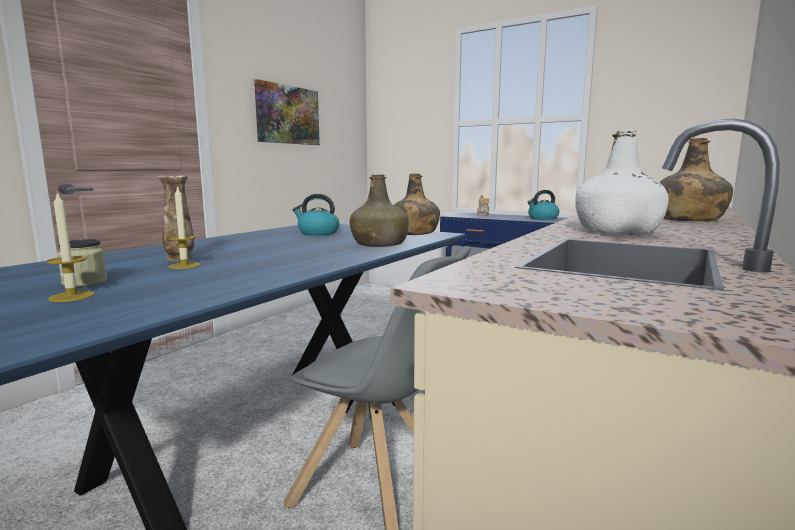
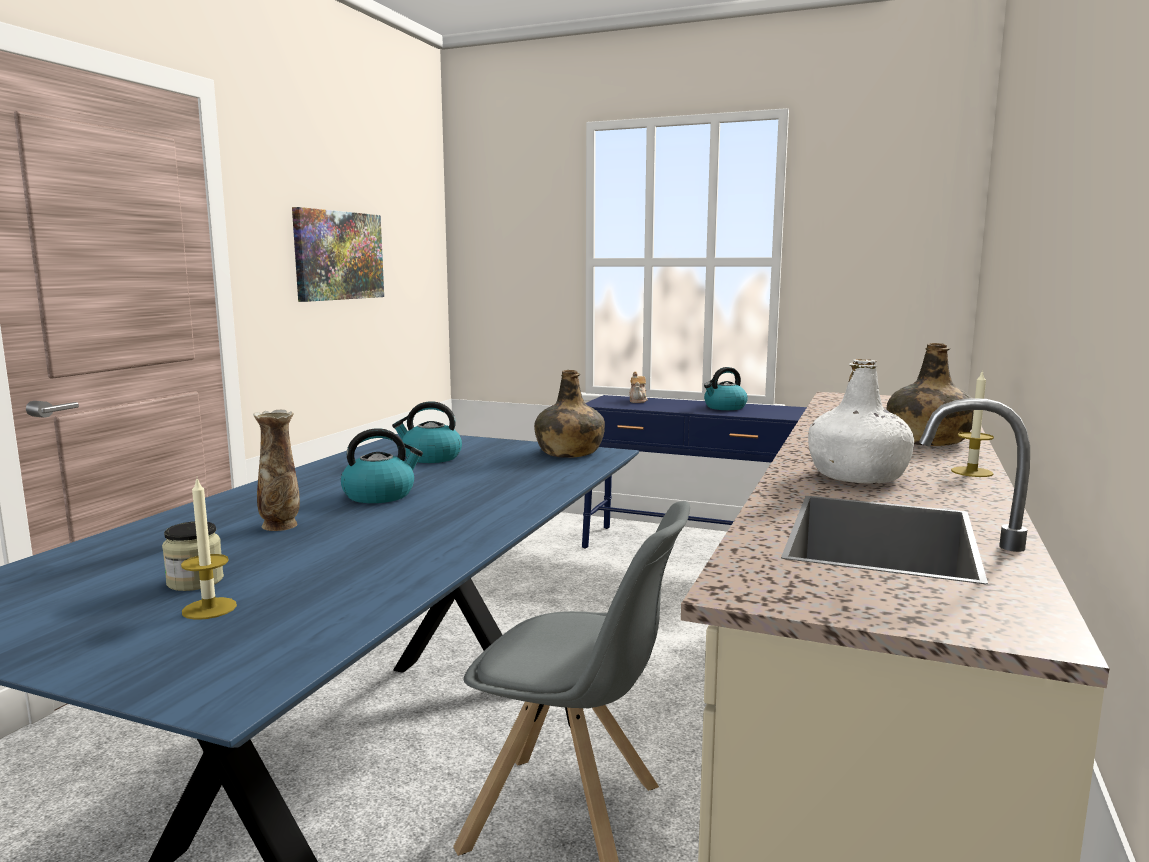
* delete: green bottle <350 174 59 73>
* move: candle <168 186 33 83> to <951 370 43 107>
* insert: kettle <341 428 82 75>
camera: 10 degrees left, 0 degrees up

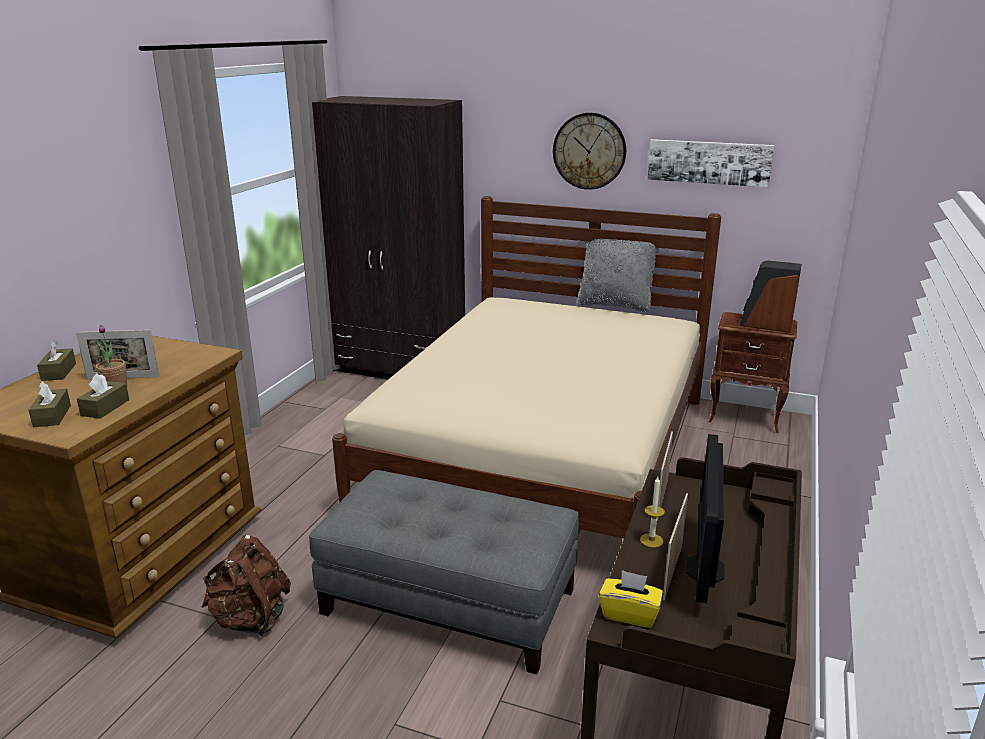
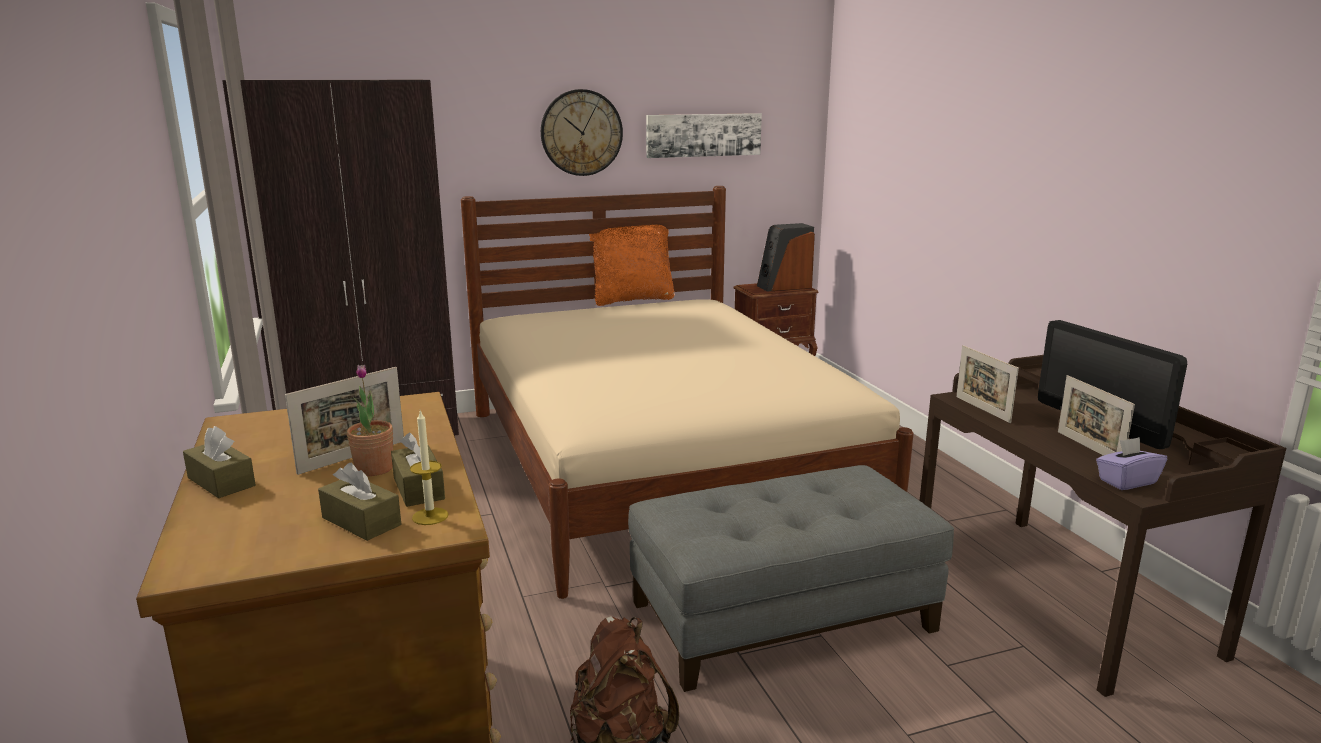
* recolor: grey pillow <577 238 83 75> to orange pillow <589 224 86 82>
* move: candle <640 477 25 71> to <410 410 38 115>
* recolor: yellow tissue box <599 570 64 58> to purple tissue box <1096 437 71 53>
camera: 40 degrees left, 5 degrees down

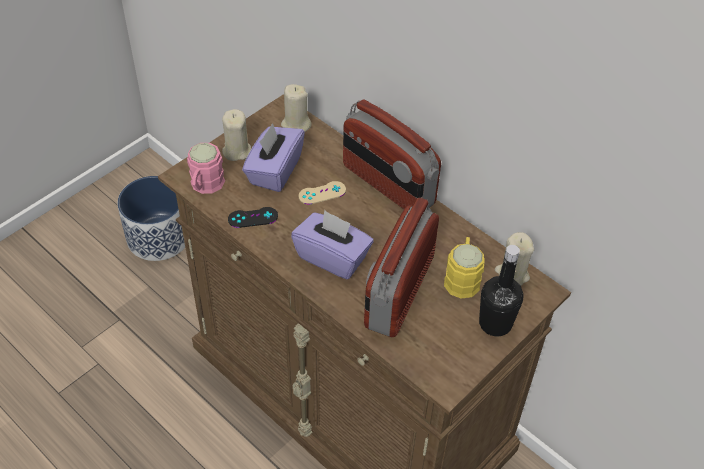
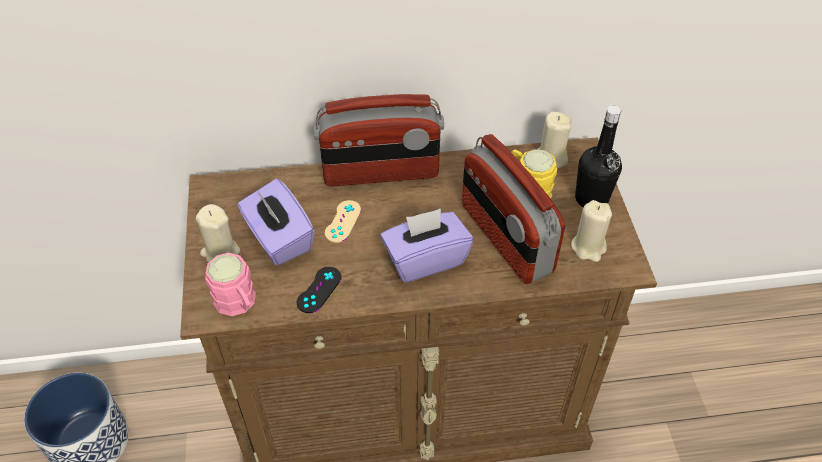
* move: beige candle <281 84 31 48> to <571 200 41 62>
camera: 50 degrees left, 0 degrees up

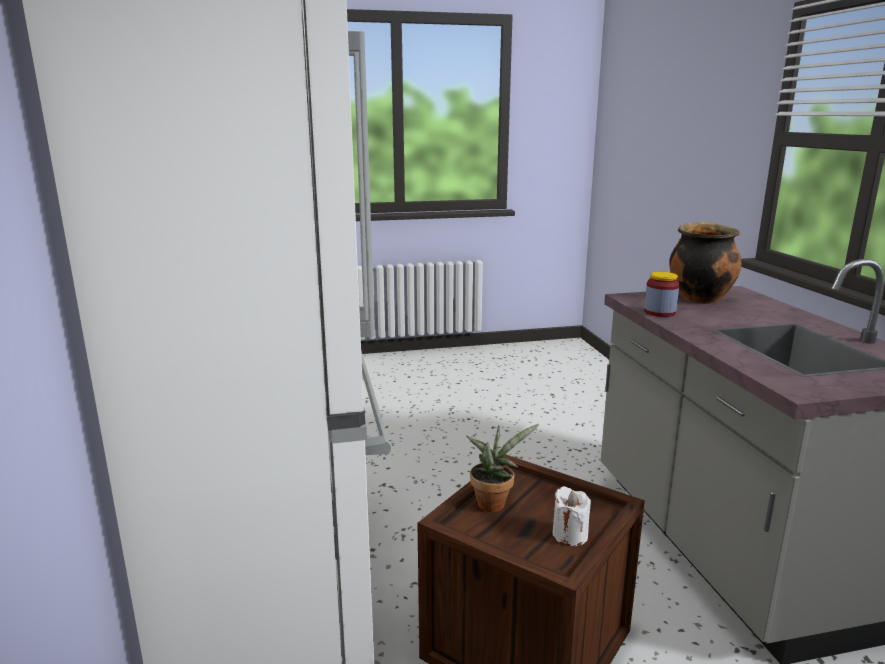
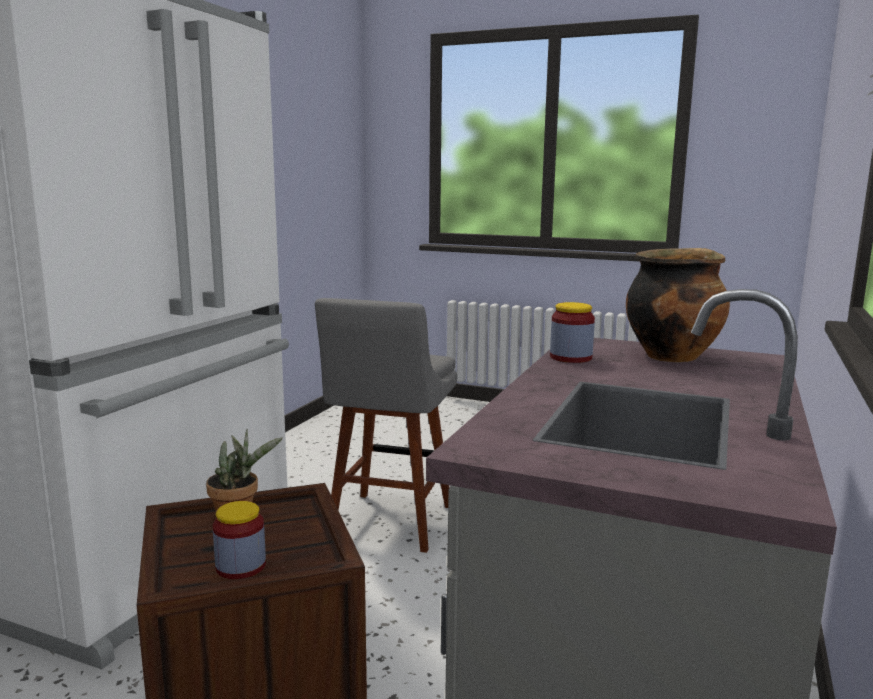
* replace: white candle <553 486 38 60> to jar <213 501 53 78>
* insert: grey stool <315 298 142 255>
camera: 35 degrees right, 5 degrees down

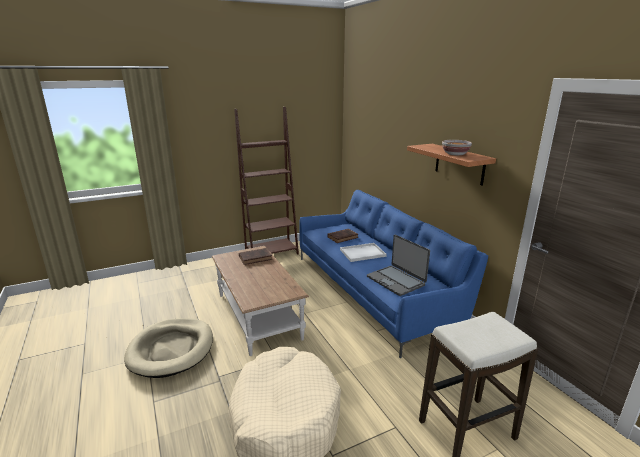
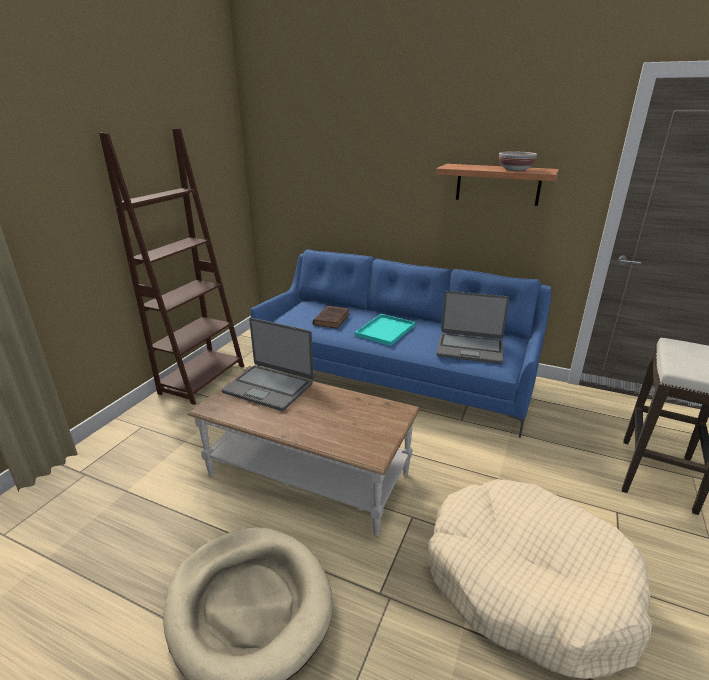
* recolor: white tray <340 243 47 19> to turquoise tray <355 314 60 32>
* replace: brown book <239 248 33 17> to laptop <222 318 92 93>
camera: 40 degrees left, 5 degrees up

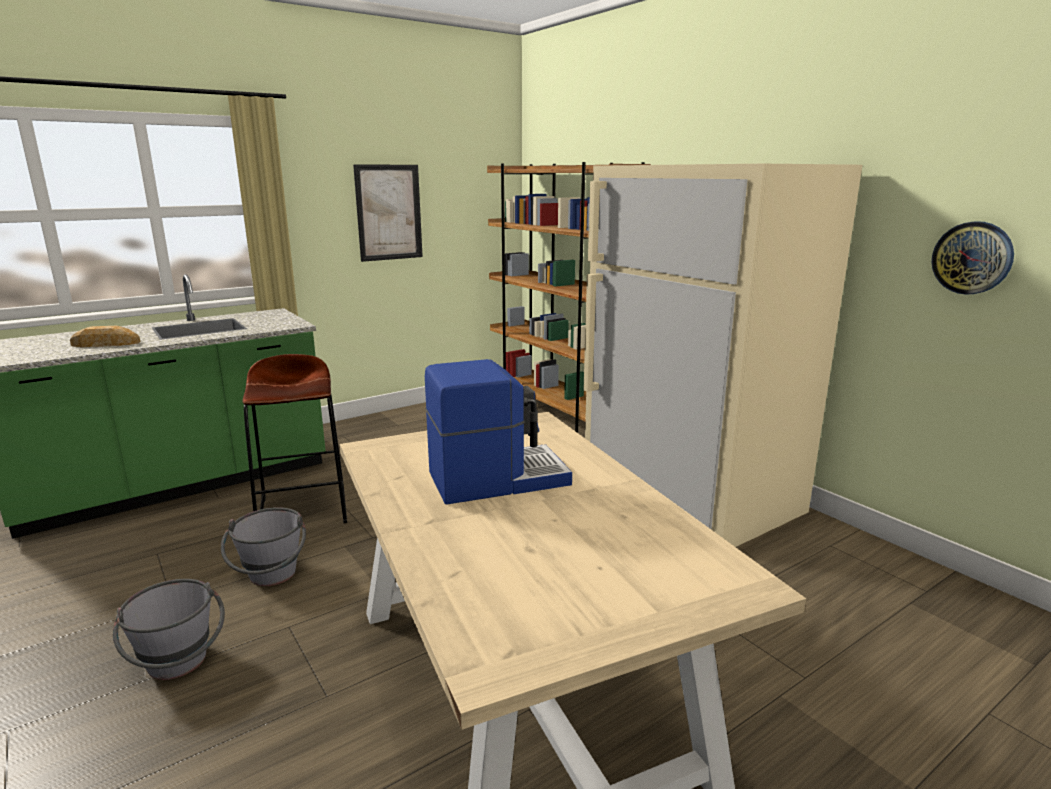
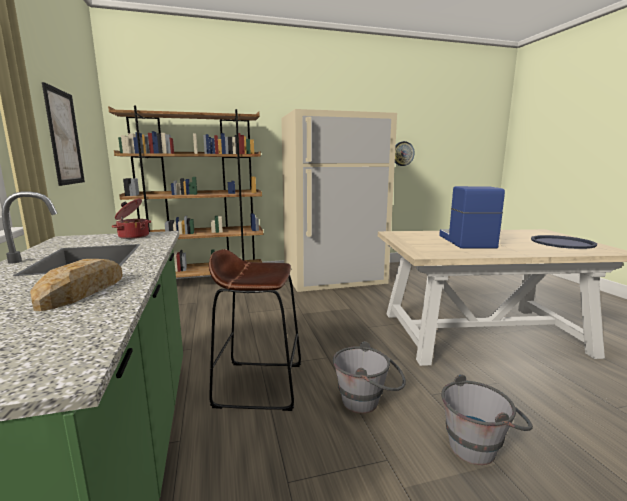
* insert: cooking pot <112 198 39 41>
* insert: blue tray <531 235 66 14>
camera: 70 degrees left, 5 degrees down

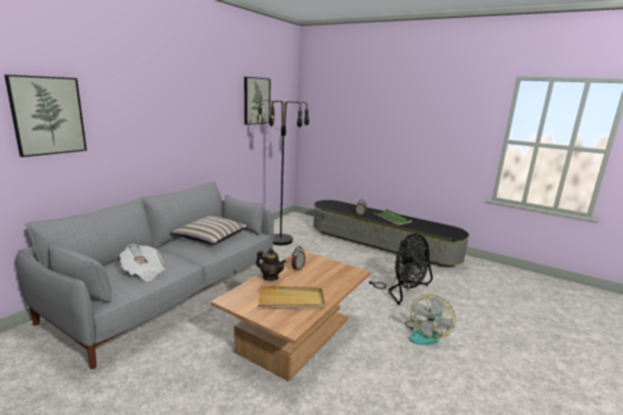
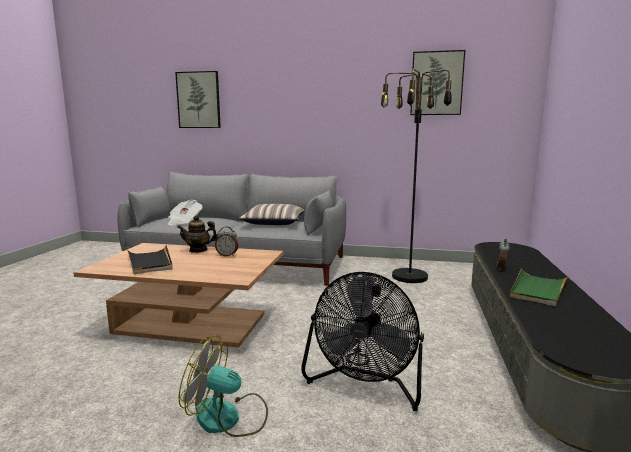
* rotate: teapot <256 248 30 33> = <177 216 41 37> 75 degrees clockwise
* recolor: beige tray <258 286 67 23> to black tray <127 245 46 29>
camera: 70 degrees right, 5 degrees down

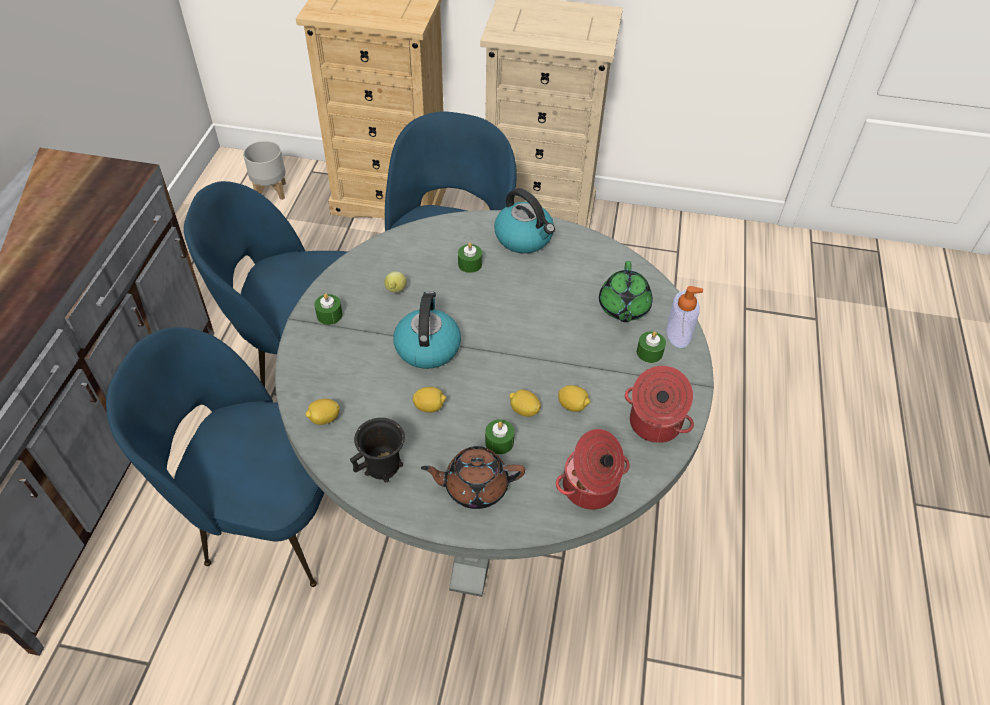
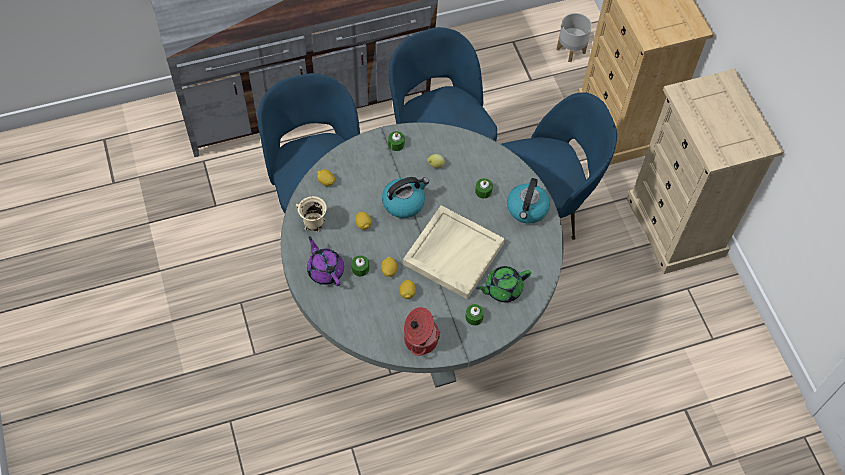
* delete: soap dispenser <666 286 37 62>
* recolor: black mug <350 418 55 64> to beige mug <296 196 31 36>
* delete: cooking pot <556 429 74 81>
* recolor: brown teapot <421 446 104 63> to purple teapot <307 236 37 50>
* insert: beige tray <403 205 102 94>
camera: 60 degrees right, 10 degrees up

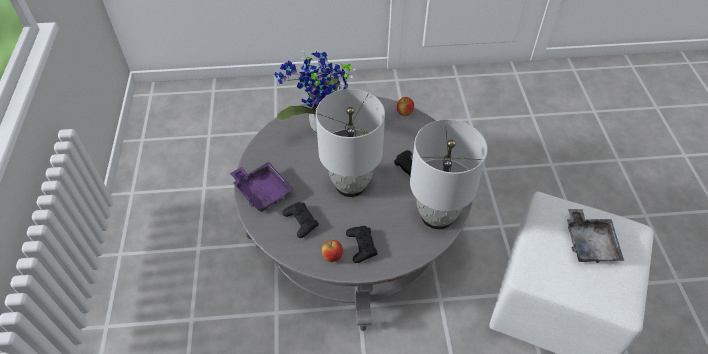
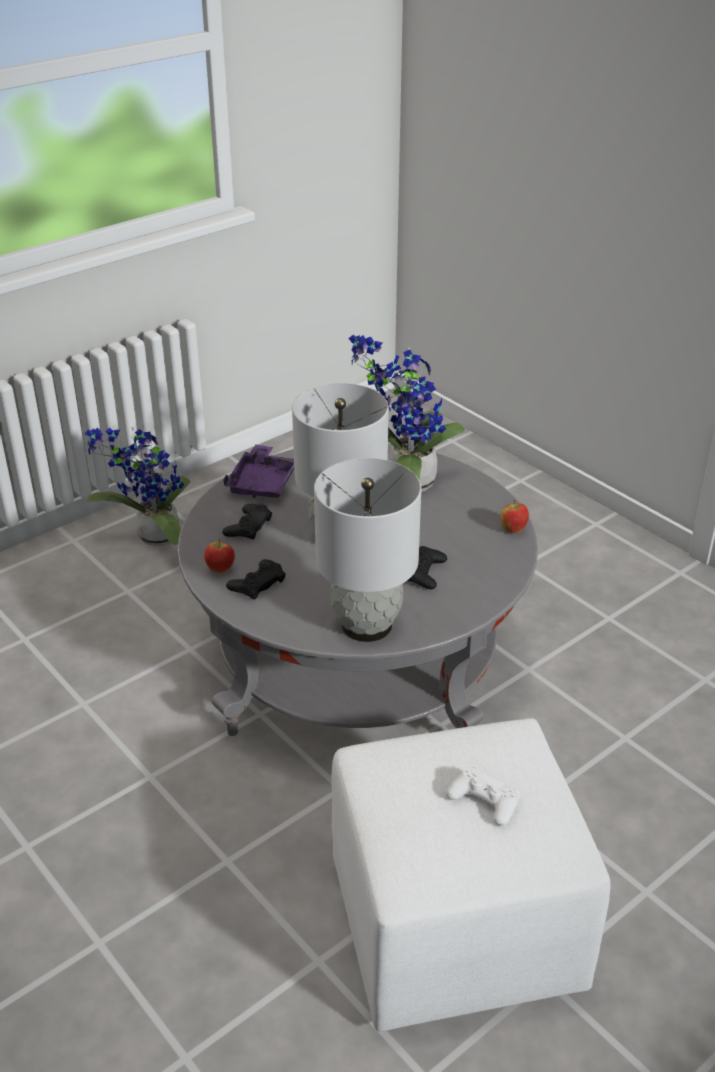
* replace: grey tray <567 209 57 54> to white game controller <446 767 74 59>
* insert: potted plant <85 427 105 119>
camera: 55 degrees right, 15 degrees down

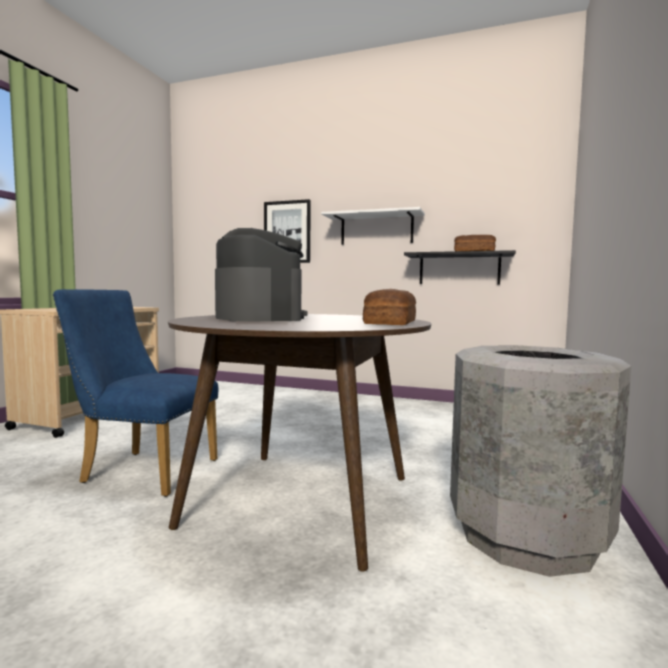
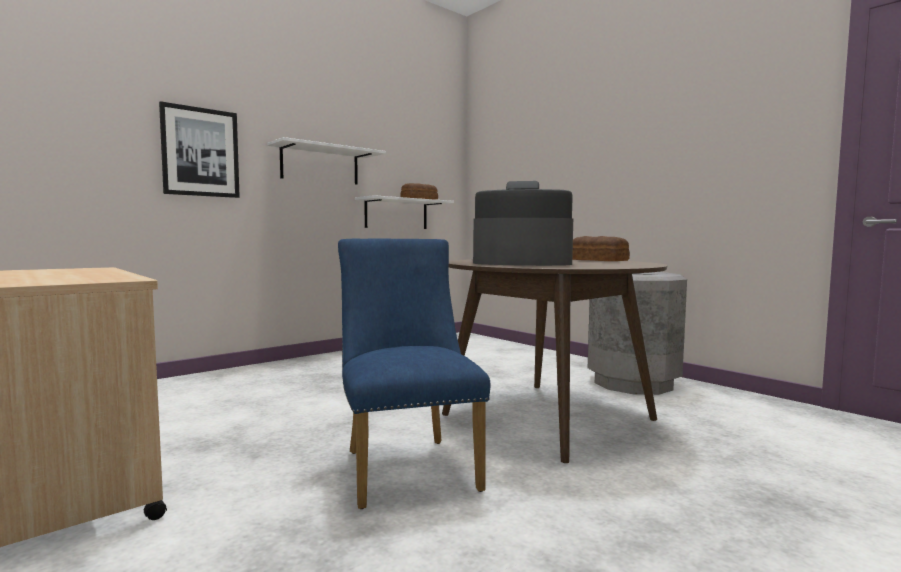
* recolor: black shelf <404 250 112 35> to white shelf <355 195 99 34>
* rotate: blue chair <53 289 165 208> = <338 239 152 270> 120 degrees clockwise
camera: 60 degrees left, 0 degrees up

